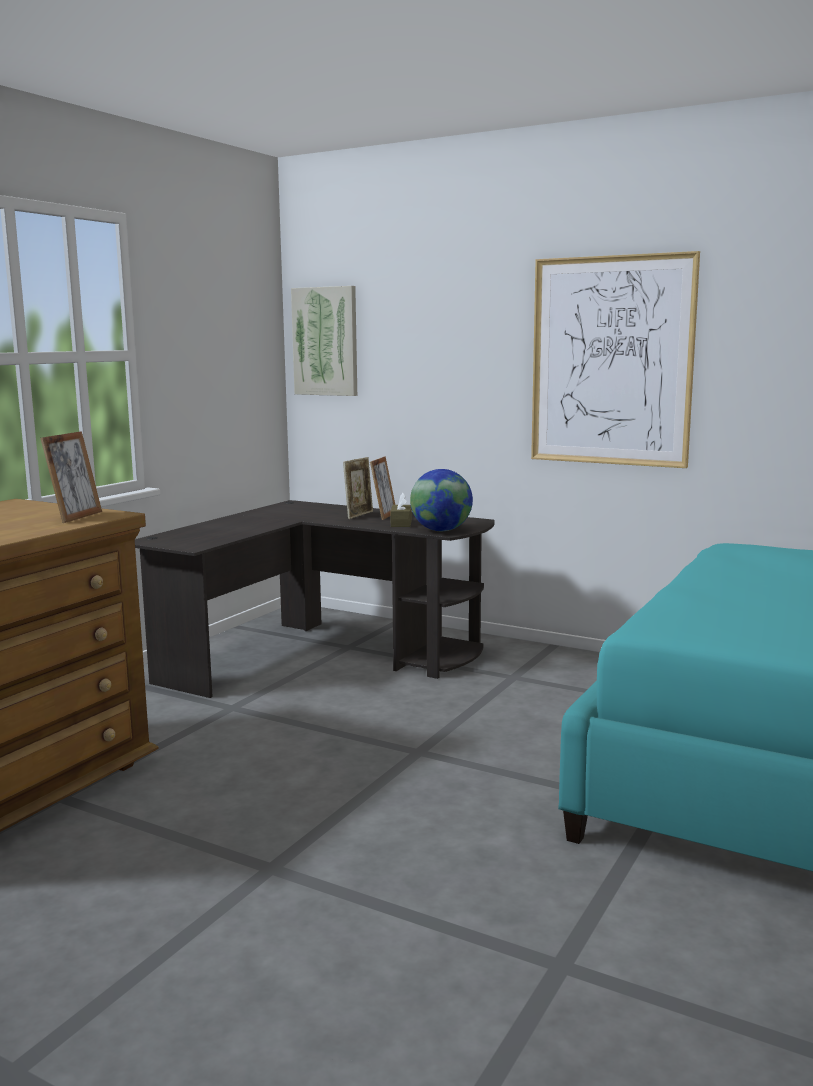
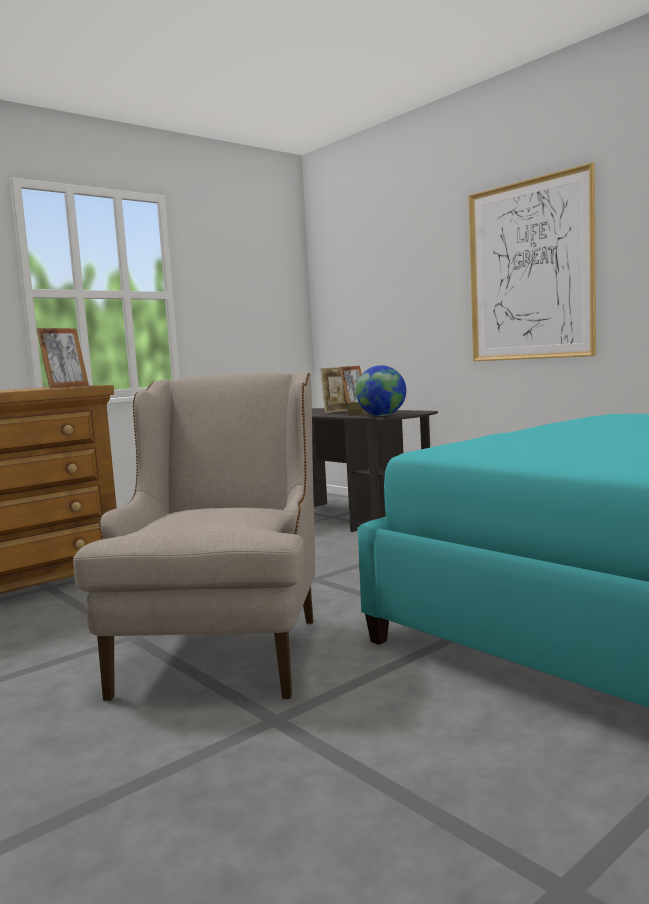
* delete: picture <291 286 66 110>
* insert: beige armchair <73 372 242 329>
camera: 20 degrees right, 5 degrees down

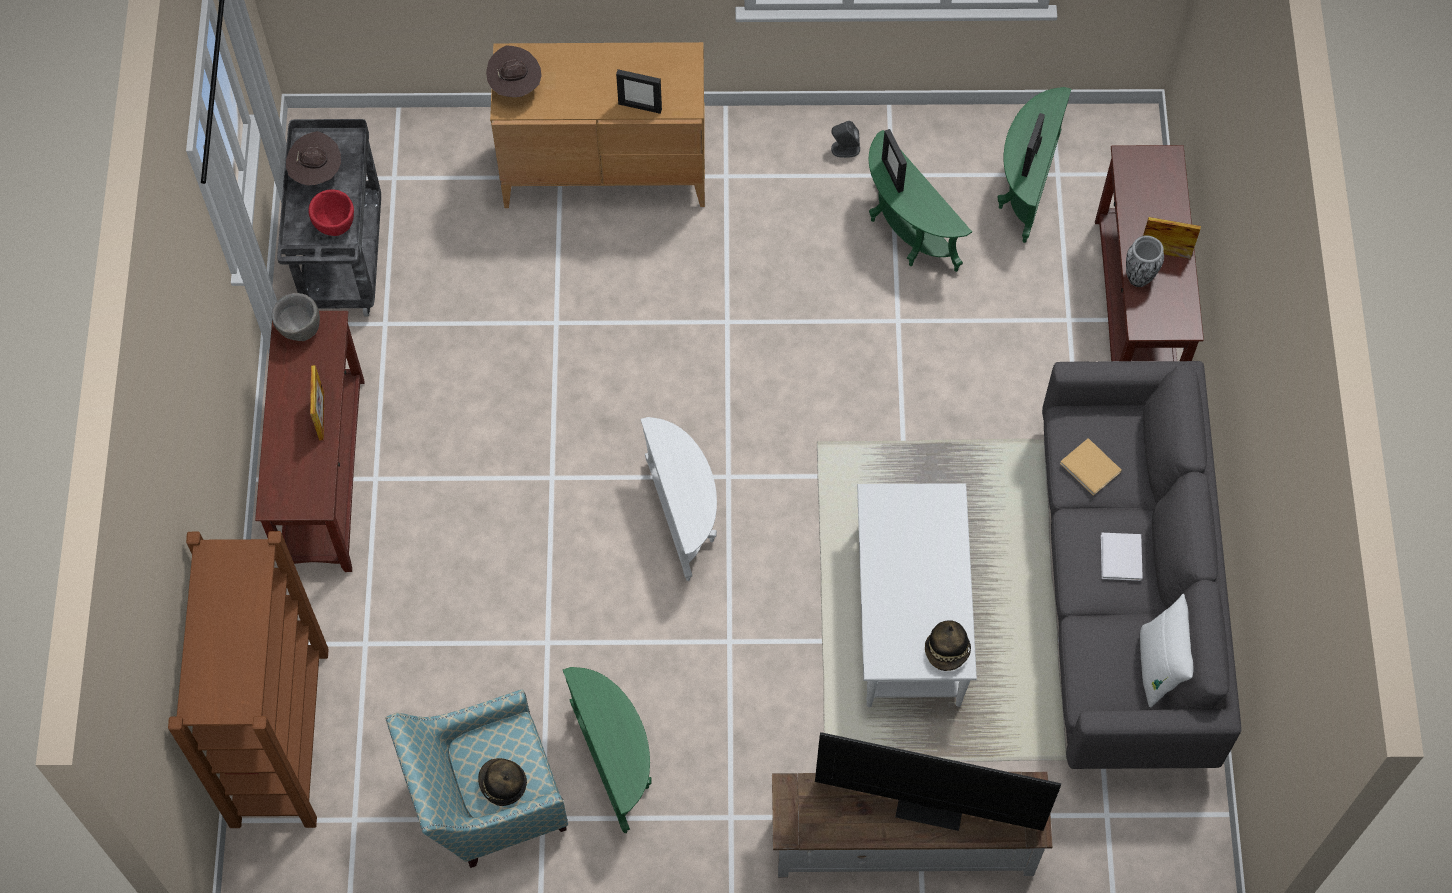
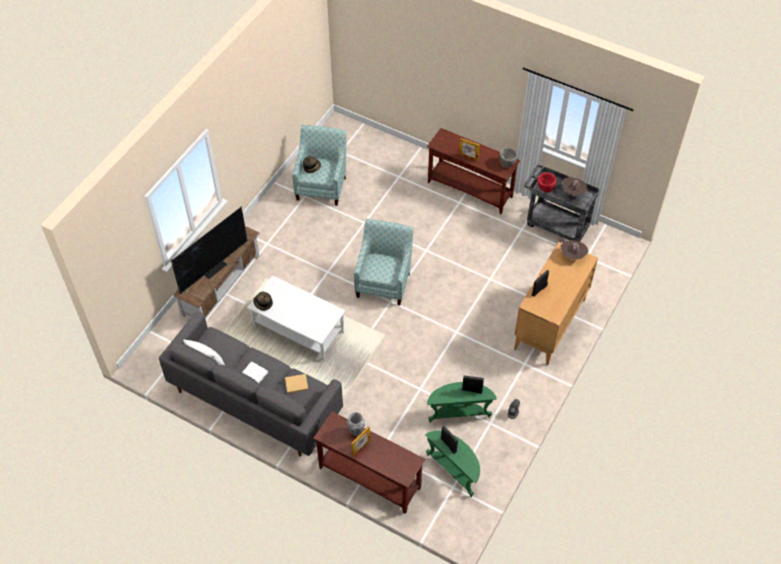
* replace: white side table <641 417 76 164> to armchair <354 219 60 86>
* delete: brown bookcase <168 531 161 297>
* delete: green side table <563 667 88 166>
camera: 120 degrees right, 10 degrees down

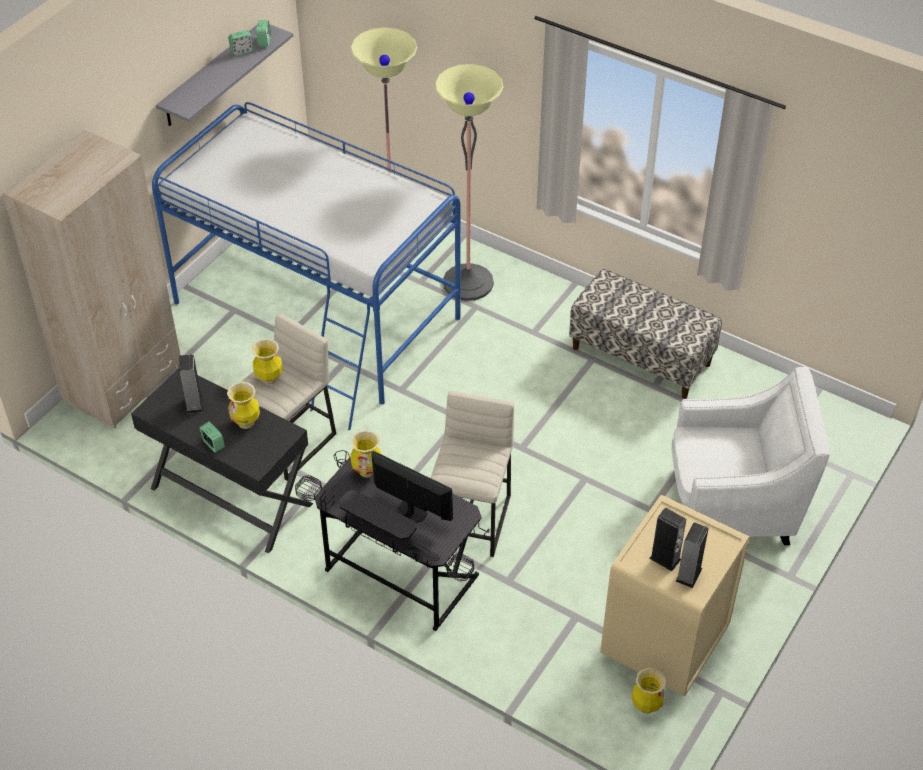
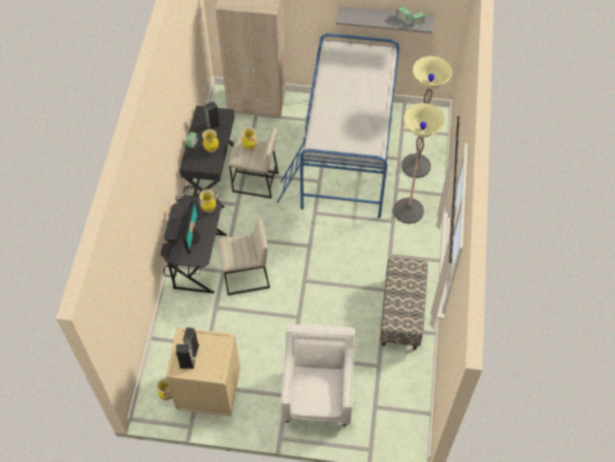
* rotate: white armchair <671 367 159 178> = <281 324 74 102> 150 degrees counterclockwise
camera: 65 degrees right, 10 degrees up

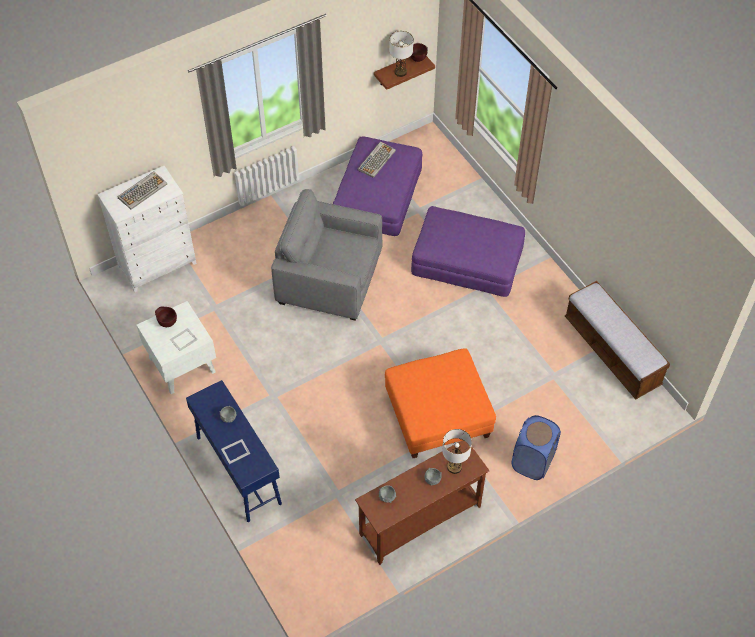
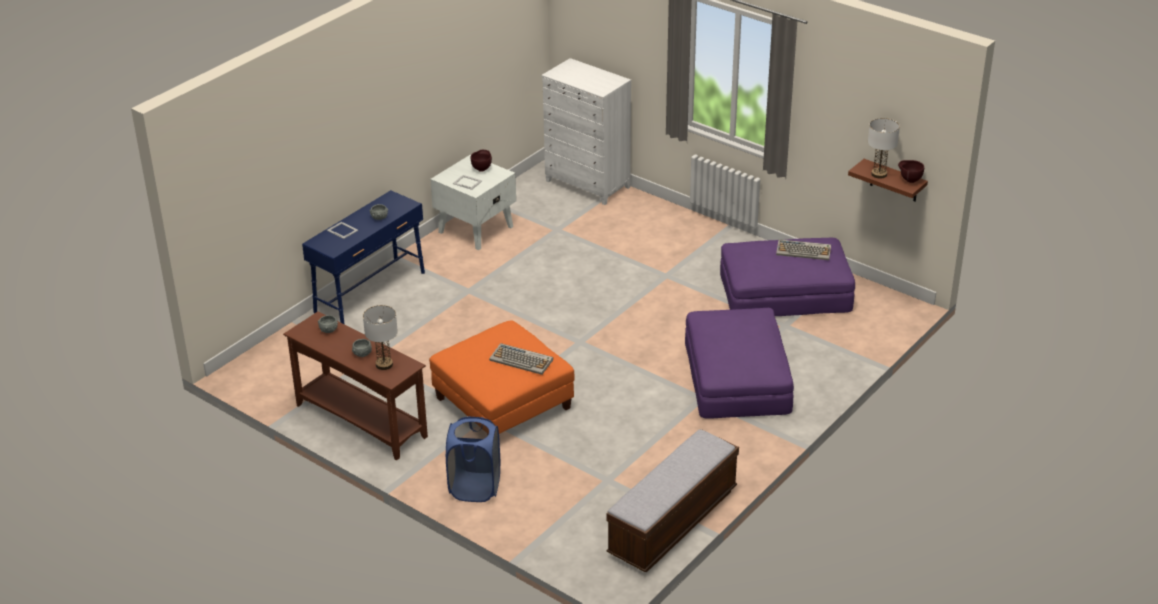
* move: keyboard <117 172 50 38> to <489 343 64 32>
* delete: grey armchair <271 189 111 132>
camera: 70 degrees right, 20 degrees down

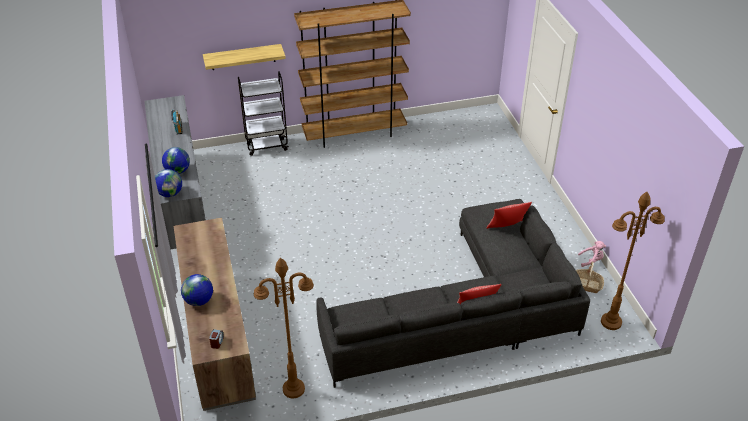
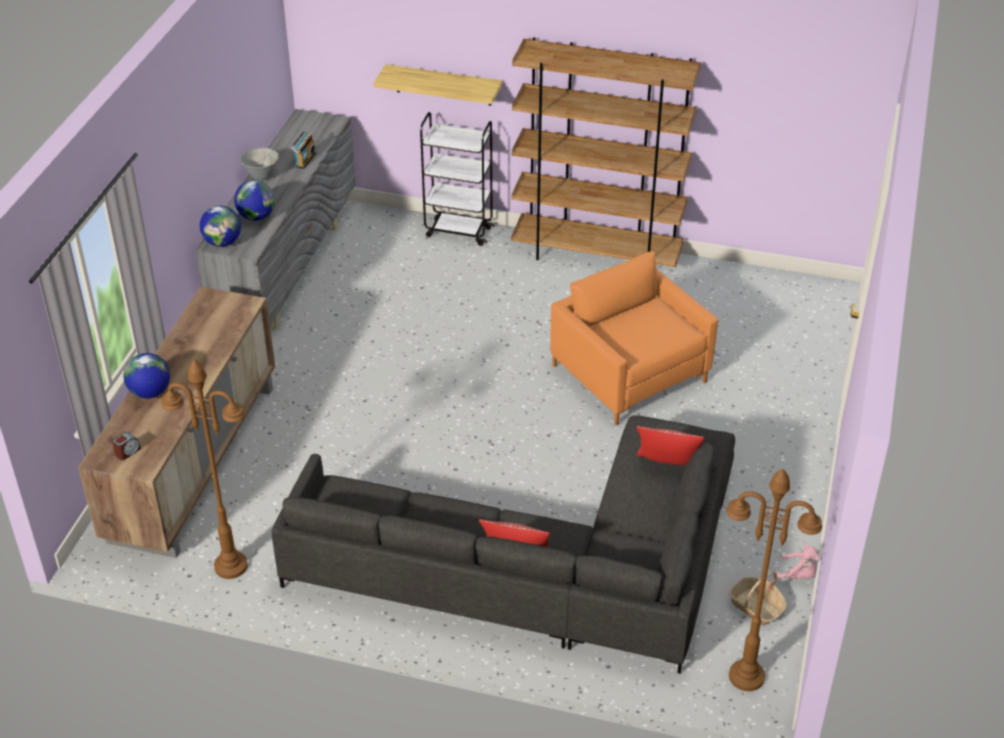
* insert: grey bowl <240 148 39 32>
* insert: orange armchair <551 251 167 174>
camera: 30 degrees right, 0 degrees up

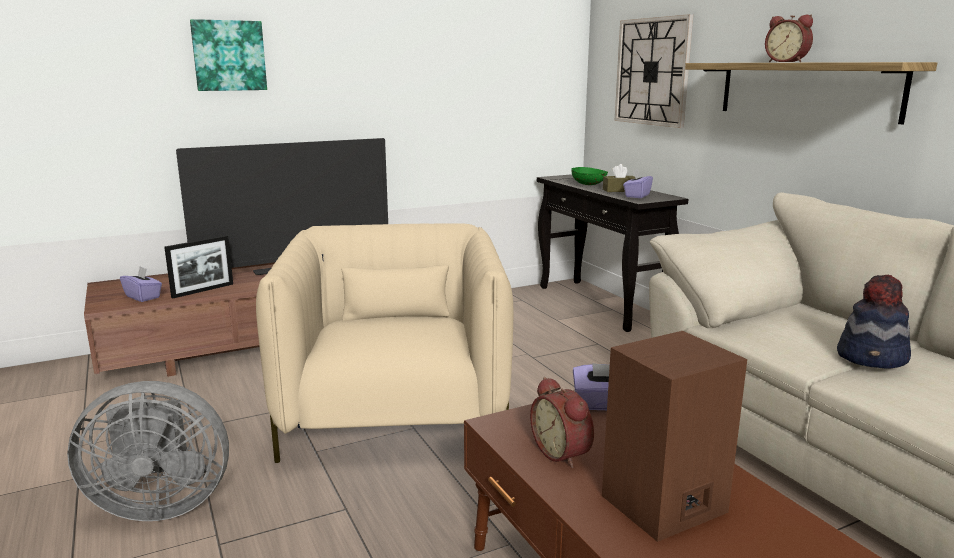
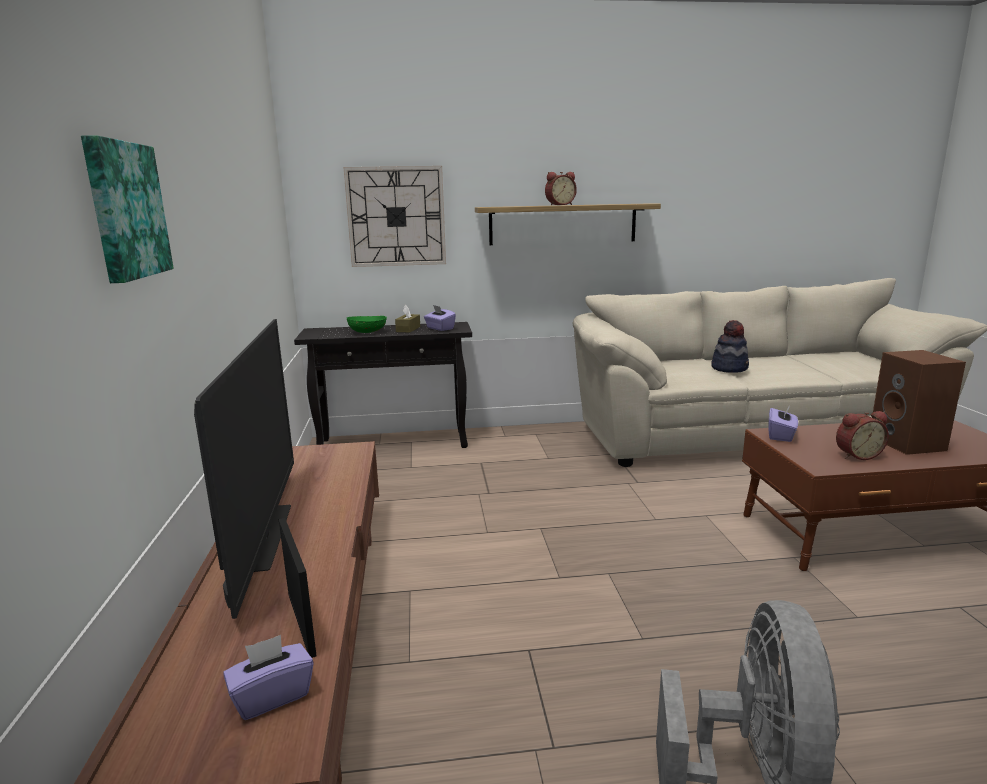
* delete: beige armchair <256 224 257 239>
camera: 70 degrees left, 0 degrees up

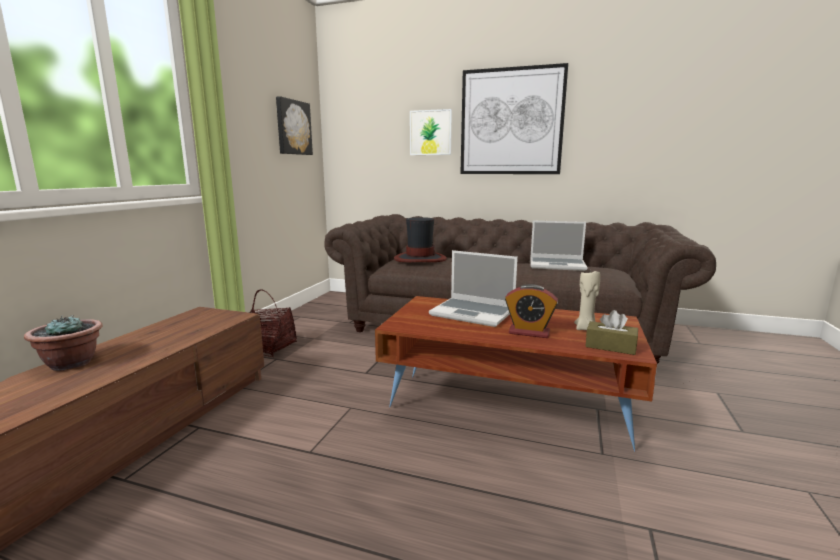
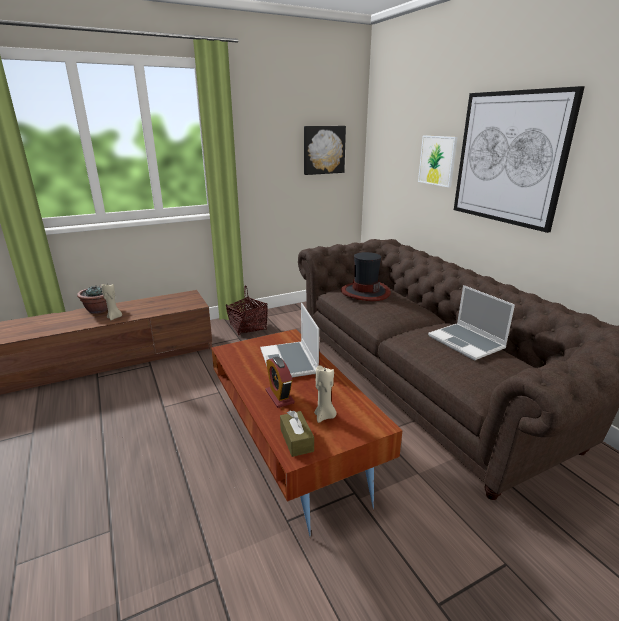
* insert: beige candle <101 284 21 36>
camera: 45 degrees right, 10 degrees up

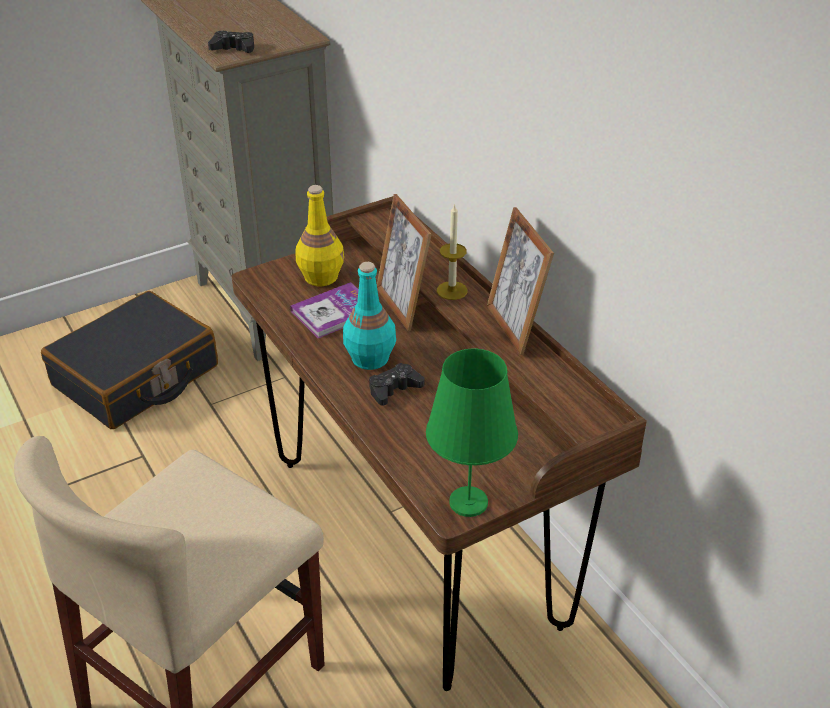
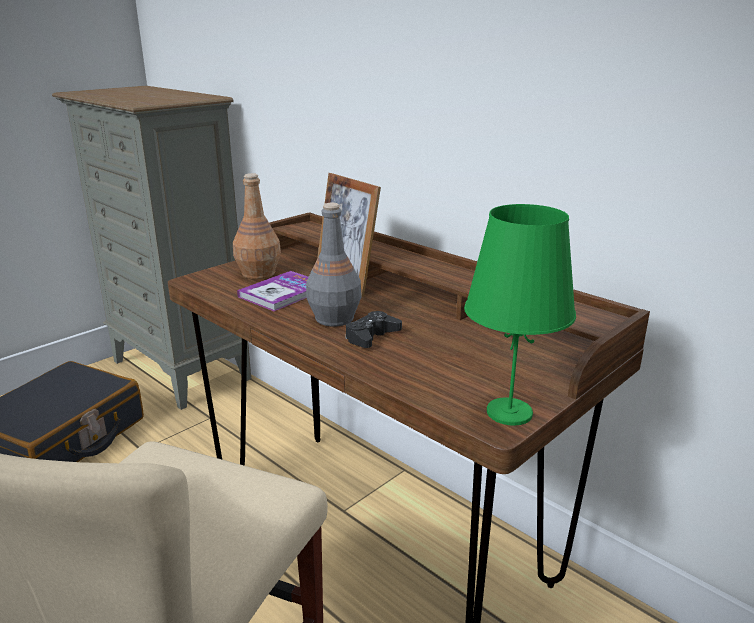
* delete: black game controller <208 30 46 23>
* recolor: yellow bottle <295 185 49 101> to brown bottle <233 173 48 106>
* delete: candle <437 203 31 97>
* delete: picture frame <487 207 67 148>
* recolor: turquoise bottle <343 262 53 108> to grey bottle <306 203 55 124>
camera: 15 degrees left, 15 degrees down

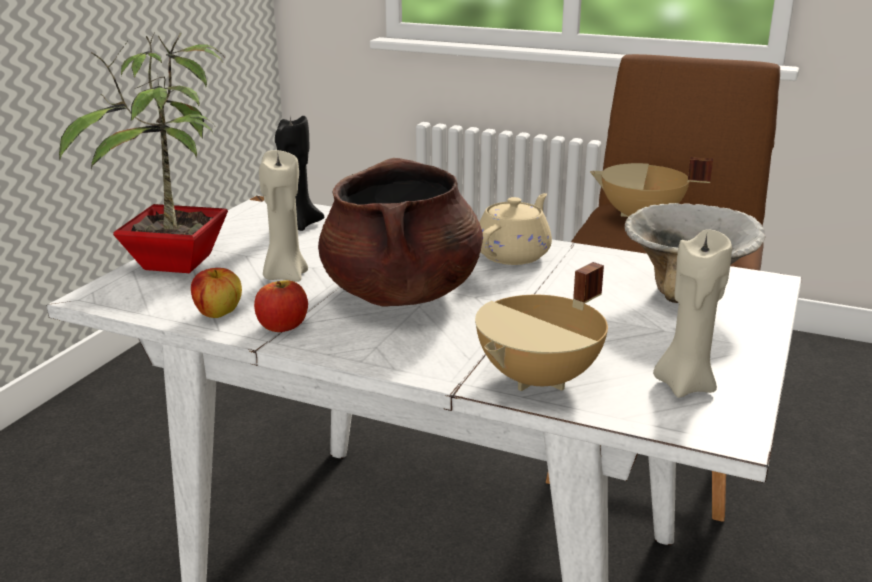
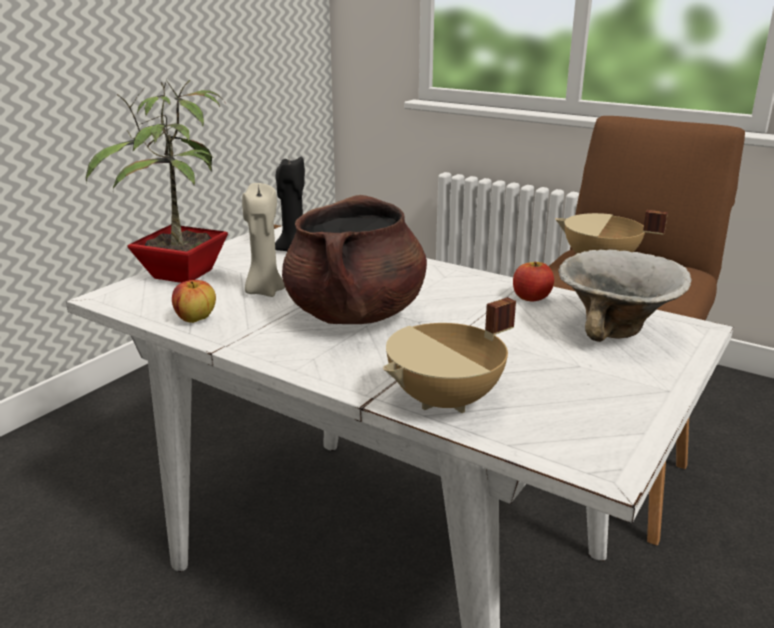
* delete: beige teapot <479 193 73 72>
* delete: beige candle <653 229 79 169>
* move: apple <254 280 54 52> to <513 262 41 40>
camera: 10 degrees right, 0 degrees up

